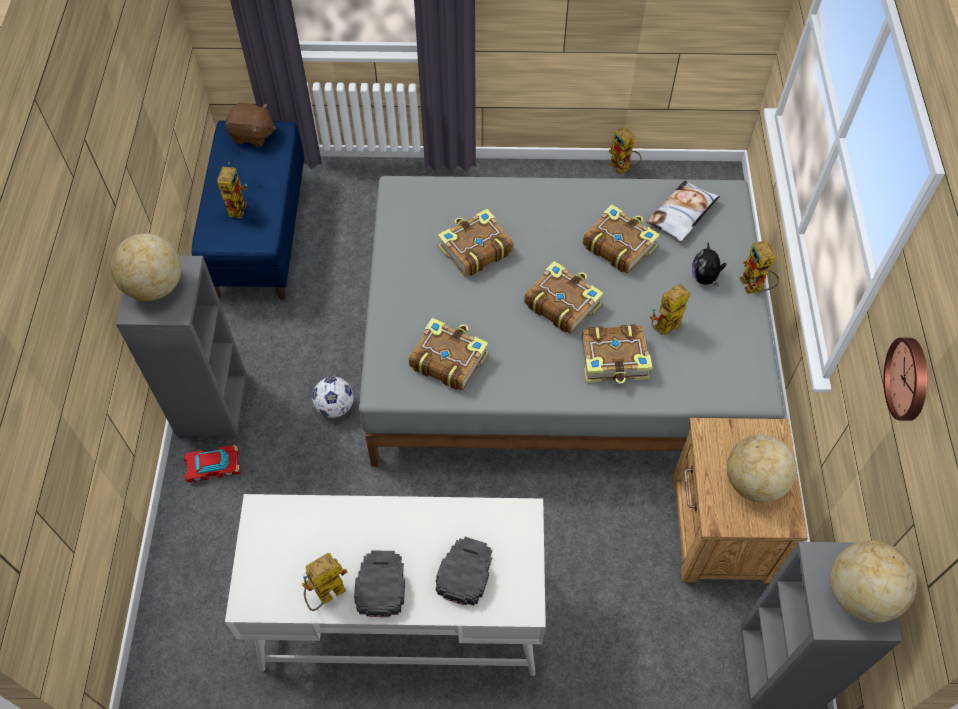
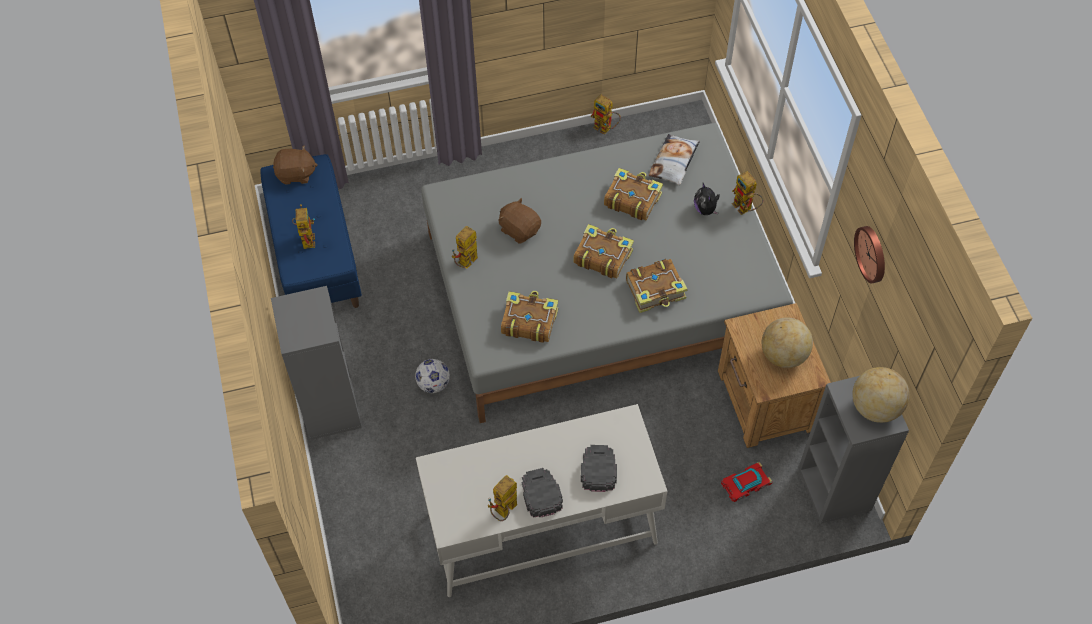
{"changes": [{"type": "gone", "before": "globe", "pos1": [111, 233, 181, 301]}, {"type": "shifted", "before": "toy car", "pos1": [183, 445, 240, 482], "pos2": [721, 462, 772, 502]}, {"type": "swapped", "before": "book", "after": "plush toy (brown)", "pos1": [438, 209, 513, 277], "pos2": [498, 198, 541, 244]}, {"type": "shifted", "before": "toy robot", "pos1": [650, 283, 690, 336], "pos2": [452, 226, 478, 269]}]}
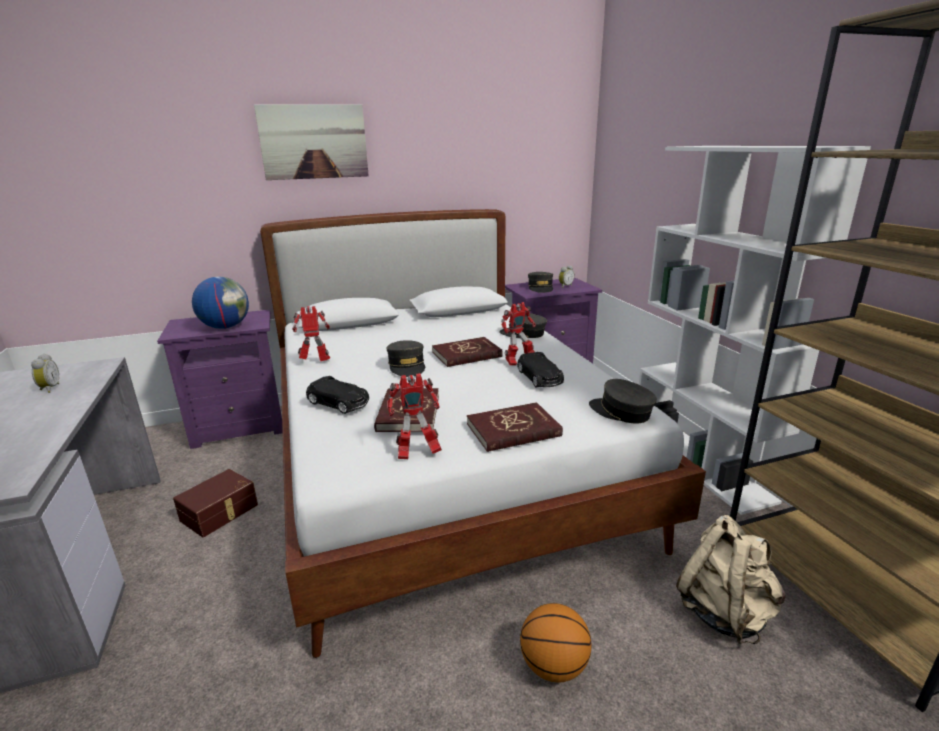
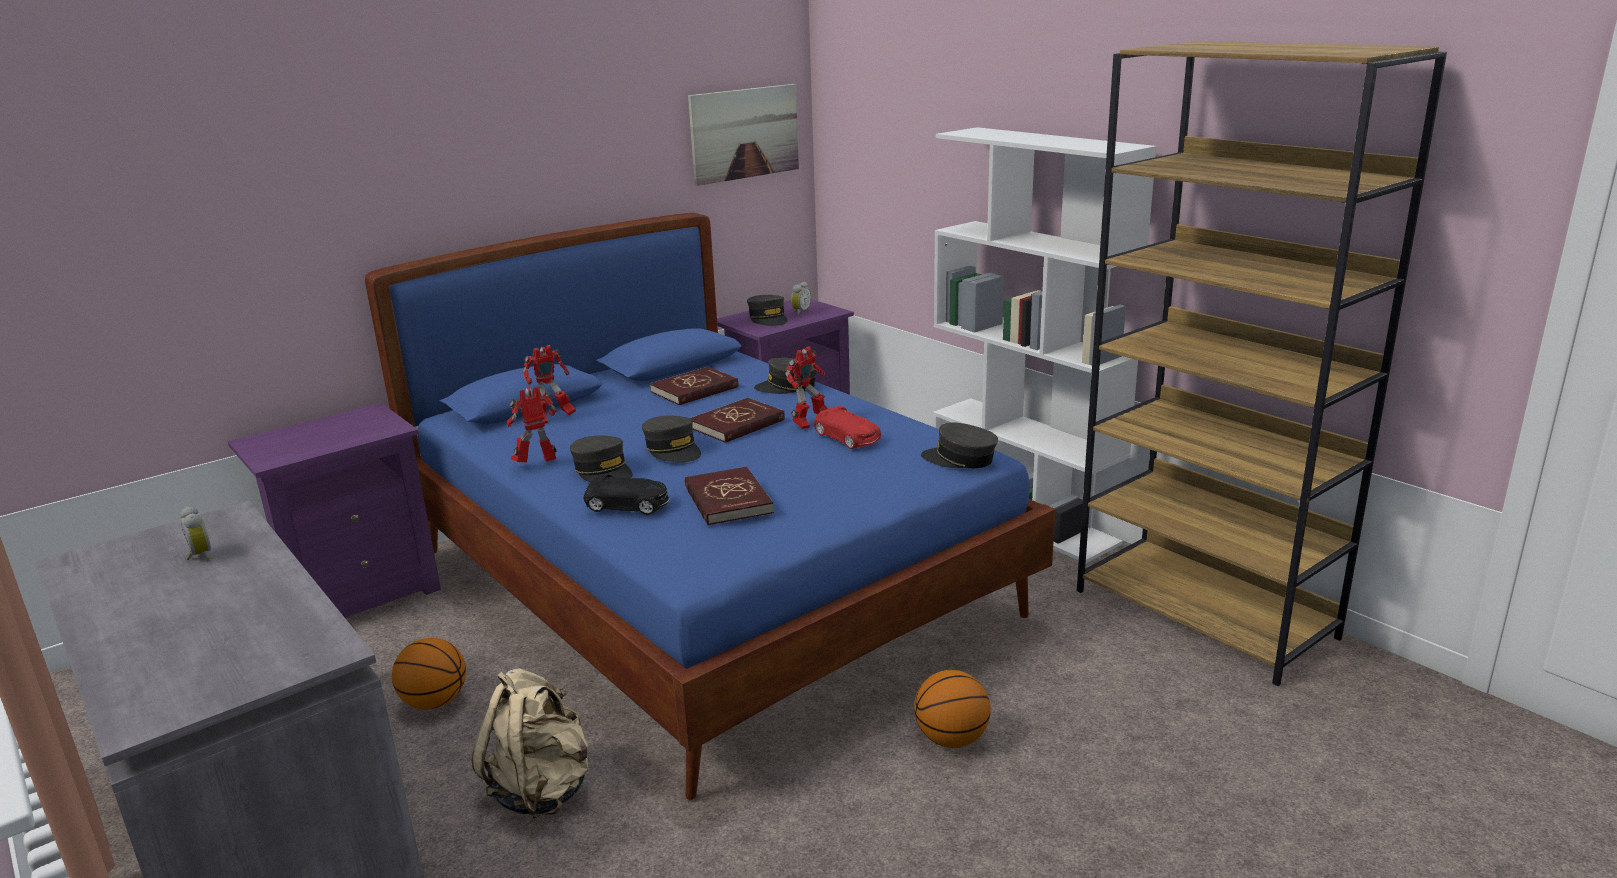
{"changes": [{"type": "swapped", "before": "storage box (brown)", "after": "basketball", "pos1": [173, 469, 258, 537], "pos2": [392, 638, 466, 709]}, {"type": "gone", "before": "globe", "pos1": [192, 277, 249, 329]}, {"type": "shifted", "before": "picture", "pos1": [254, 104, 369, 180], "pos2": [688, 84, 799, 186]}, {"type": "repainted", "before": "bed (white)", "after": "bed (blue)", "pos1": [260, 209, 706, 658], "pos2": [365, 213, 1055, 800]}, {"type": "shifted", "before": "toy robot", "pos1": [387, 373, 442, 459], "pos2": [523, 345, 576, 423]}, {"type": "shifted", "before": "book (red)", "pos1": [467, 402, 563, 452], "pos2": [650, 367, 738, 405]}, {"type": "repainted", "before": "toy car (black)", "after": "toy car (red)", "pos1": [517, 352, 564, 388], "pos2": [814, 406, 881, 449]}, {"type": "shifted", "before": "backpack (beige)", "pos1": [676, 515, 786, 644], "pos2": [472, 668, 588, 819]}, {"type": "new", "after": "cap (grey)", "pos2": [570, 436, 633, 482]}]}
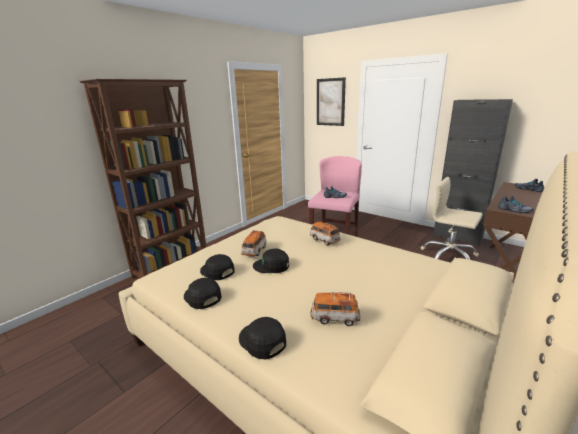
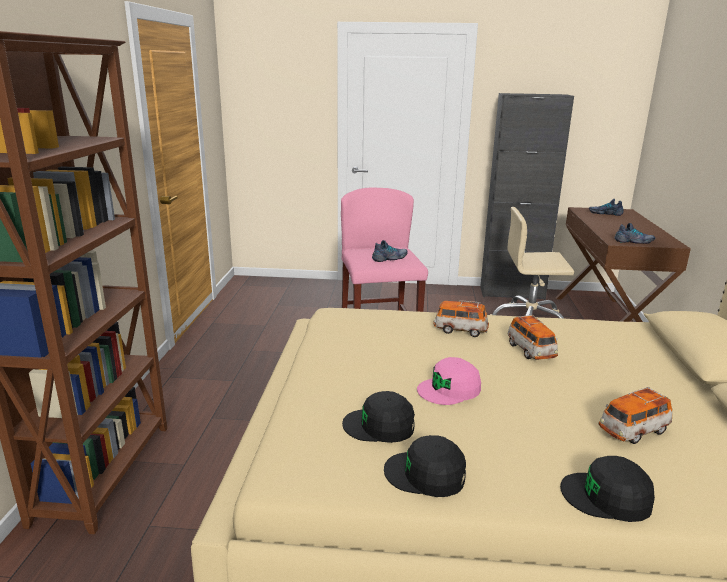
{"changes": [{"type": "shifted", "before": "toy car", "pos1": [241, 230, 267, 257], "pos2": [507, 314, 558, 360]}, {"type": "repainted", "before": "cap (black)", "after": "cap (pink)", "pos1": [253, 248, 289, 273], "pos2": [417, 357, 481, 405]}, {"type": "gone", "before": "picture", "pos1": [317, 77, 346, 126]}]}
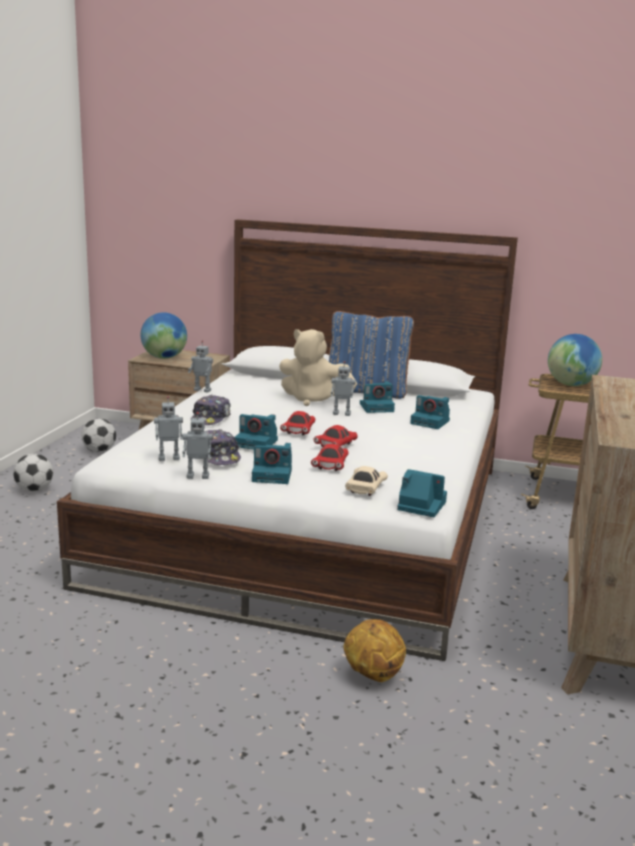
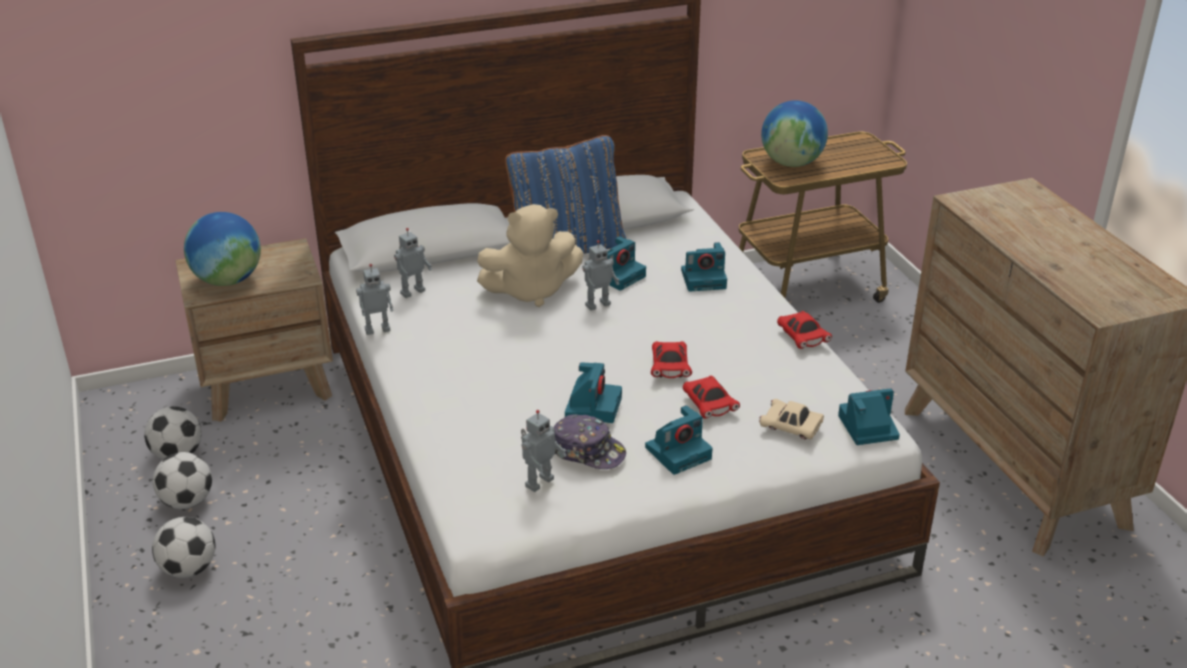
{"changes": [{"type": "shifted", "before": "toy robot", "pos1": [183, 412, 213, 479], "pos2": [394, 228, 432, 298]}, {"type": "gone", "before": "cap", "pos1": [191, 395, 231, 425]}, {"type": "rotated", "before": "photo camera", "pos1": [235, 414, 278, 450], "pos2": [565, 362, 622, 423], "turn": -60}, {"type": "shifted", "before": "toy car (red)", "pos1": [280, 411, 315, 436], "pos2": [777, 311, 832, 349]}, {"type": "gone", "before": "basketball", "pos1": [343, 619, 406, 682]}, {"type": "rotated", "before": "toy car (beige)", "pos1": [345, 466, 388, 496], "pos2": [759, 399, 824, 439], "turn": -45}, {"type": "new", "after": "football", "pos2": [153, 452, 212, 509]}]}
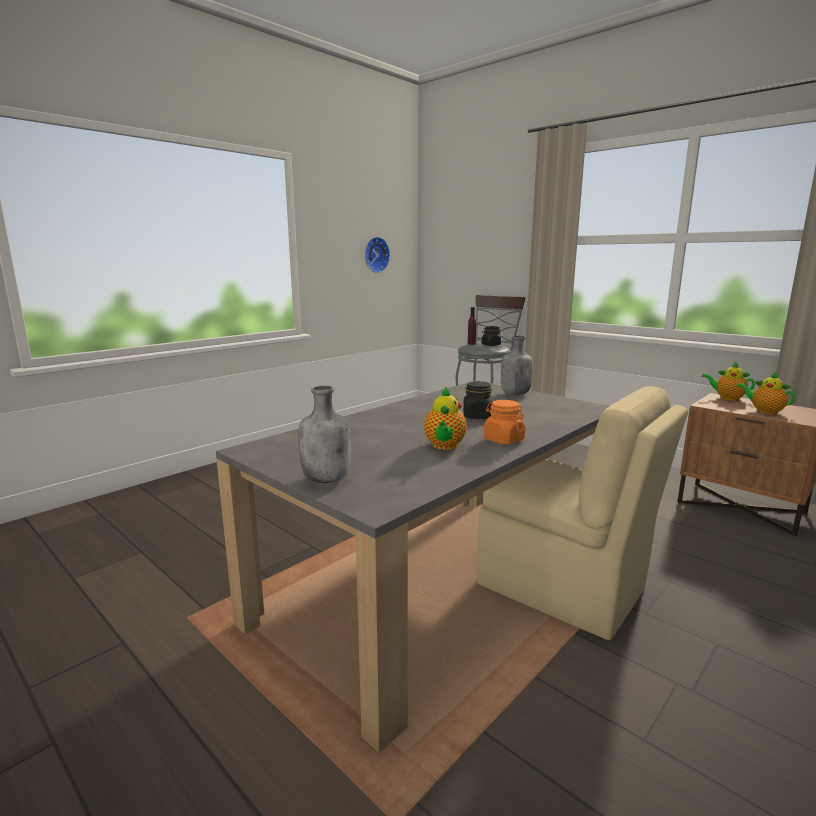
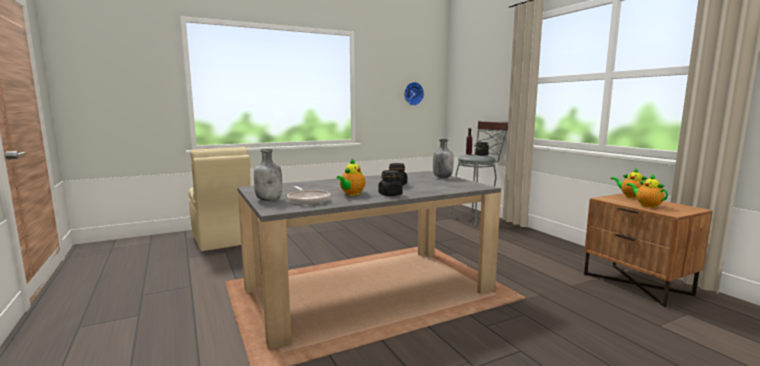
{"changes": [{"type": "shifted", "before": "chair (beige)", "pos1": [477, 386, 688, 640], "pos2": [188, 147, 251, 251]}, {"type": "repainted", "before": "jar (orange)", "after": "jar (black)", "pos1": [484, 400, 525, 445], "pos2": [378, 170, 403, 196]}, {"type": "new", "after": "frying pan", "pos2": [287, 186, 330, 205]}]}
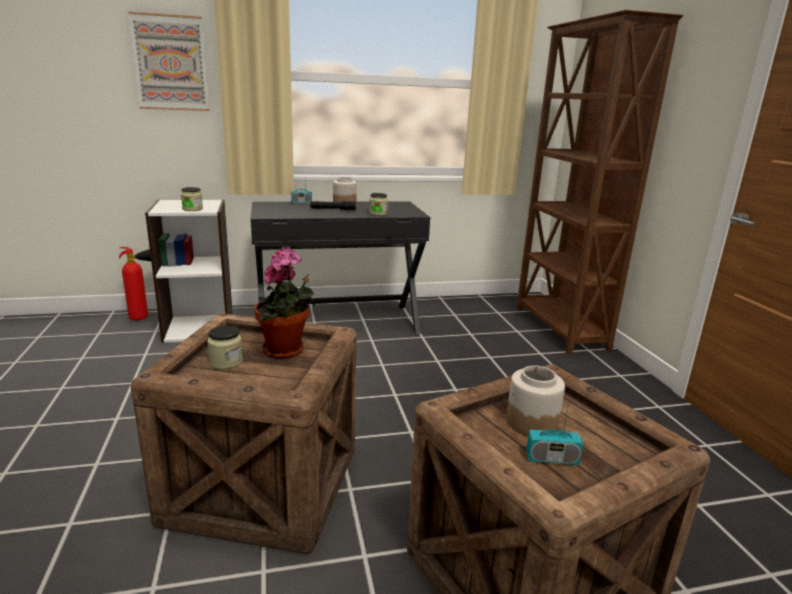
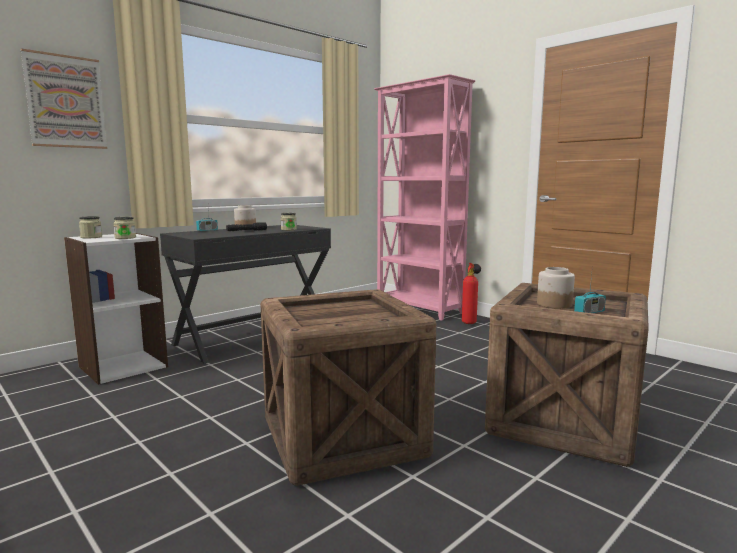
{"changes": [{"type": "shifted", "before": "fire extinguisher", "pos1": [119, 247, 151, 320], "pos2": [462, 263, 481, 324]}, {"type": "shifted", "before": "jar", "pos1": [207, 326, 243, 369], "pos2": [79, 216, 102, 238]}, {"type": "gone", "before": "potted plant", "pos1": [254, 248, 315, 359]}, {"type": "repainted", "before": "bookcase (brown)", "after": "bookcase (pink)", "pos1": [516, 10, 684, 354], "pos2": [374, 74, 476, 321]}]}
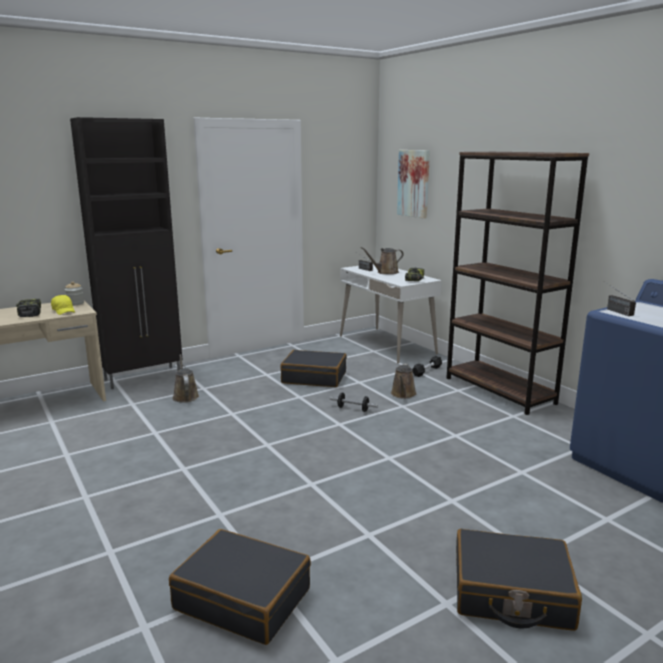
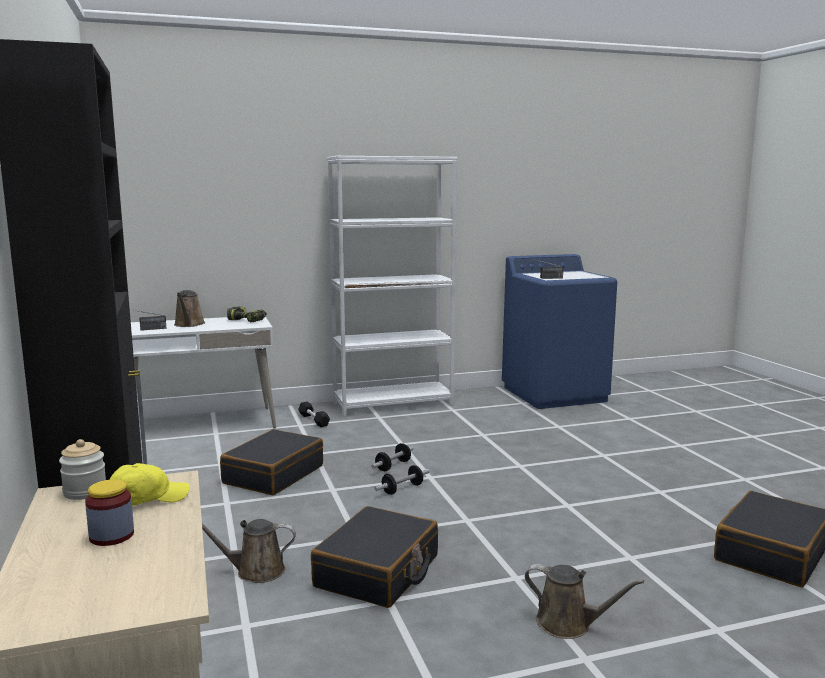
{"changes": [{"type": "swapped", "before": "power drill", "after": "jar", "pos1": [16, 299, 41, 317], "pos2": [85, 479, 134, 546]}, {"type": "shifted", "before": "watering can (brown)", "pos1": [391, 363, 417, 399], "pos2": [525, 564, 644, 639]}, {"type": "gone", "before": "picture", "pos1": [397, 150, 430, 219]}, {"type": "repainted", "before": "bookcase (brown)", "after": "bookcase (white)", "pos1": [446, 152, 589, 415], "pos2": [327, 156, 457, 416]}, {"type": "shifted", "before": "suitcase (black)", "pos1": [456, 529, 582, 631], "pos2": [311, 506, 438, 608]}, {"type": "new", "after": "dumbbell", "pos2": [374, 465, 429, 495]}]}
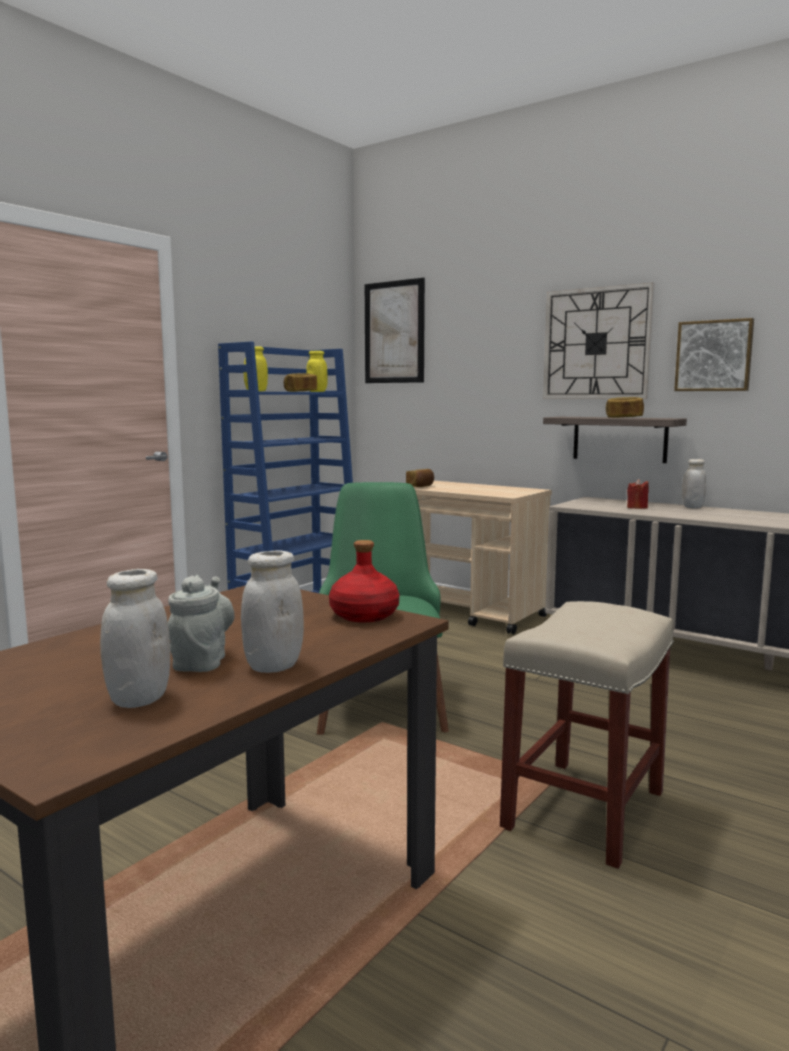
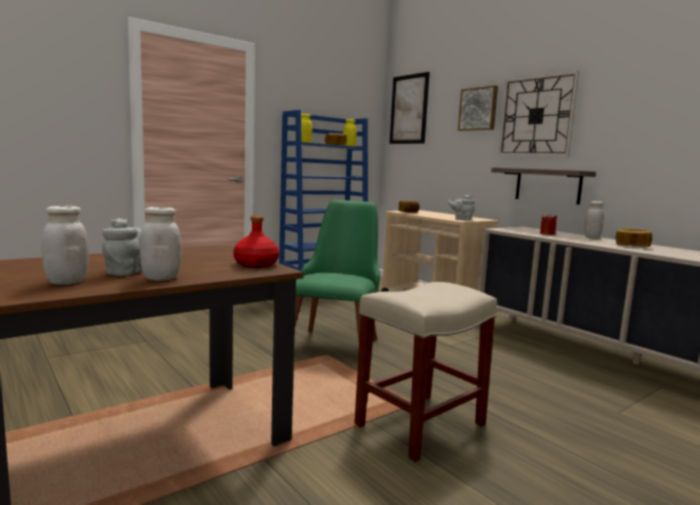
{"changes": [{"type": "shifted", "before": "bread", "pos1": [606, 397, 644, 418], "pos2": [616, 228, 652, 247]}, {"type": "shifted", "before": "picture", "pos1": [674, 318, 754, 391], "pos2": [458, 85, 498, 131]}, {"type": "new", "after": "teapot (grey)", "pos2": [448, 195, 475, 221]}]}
